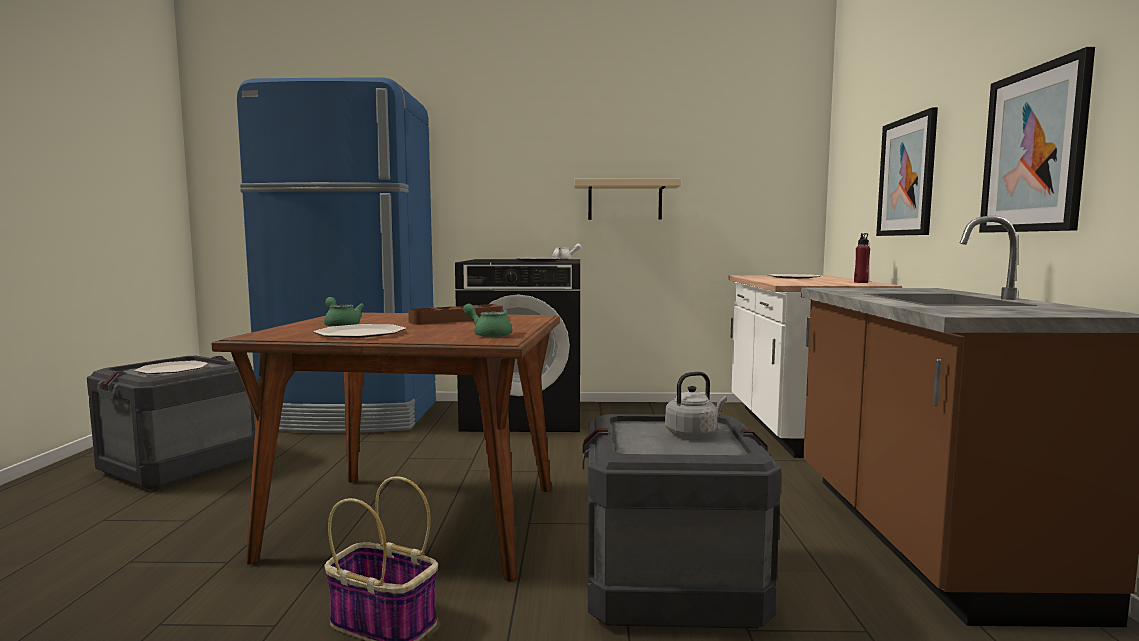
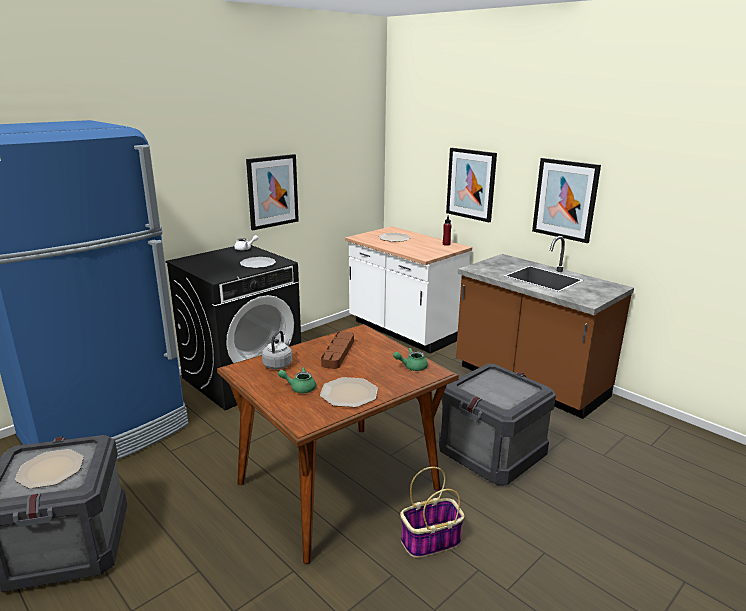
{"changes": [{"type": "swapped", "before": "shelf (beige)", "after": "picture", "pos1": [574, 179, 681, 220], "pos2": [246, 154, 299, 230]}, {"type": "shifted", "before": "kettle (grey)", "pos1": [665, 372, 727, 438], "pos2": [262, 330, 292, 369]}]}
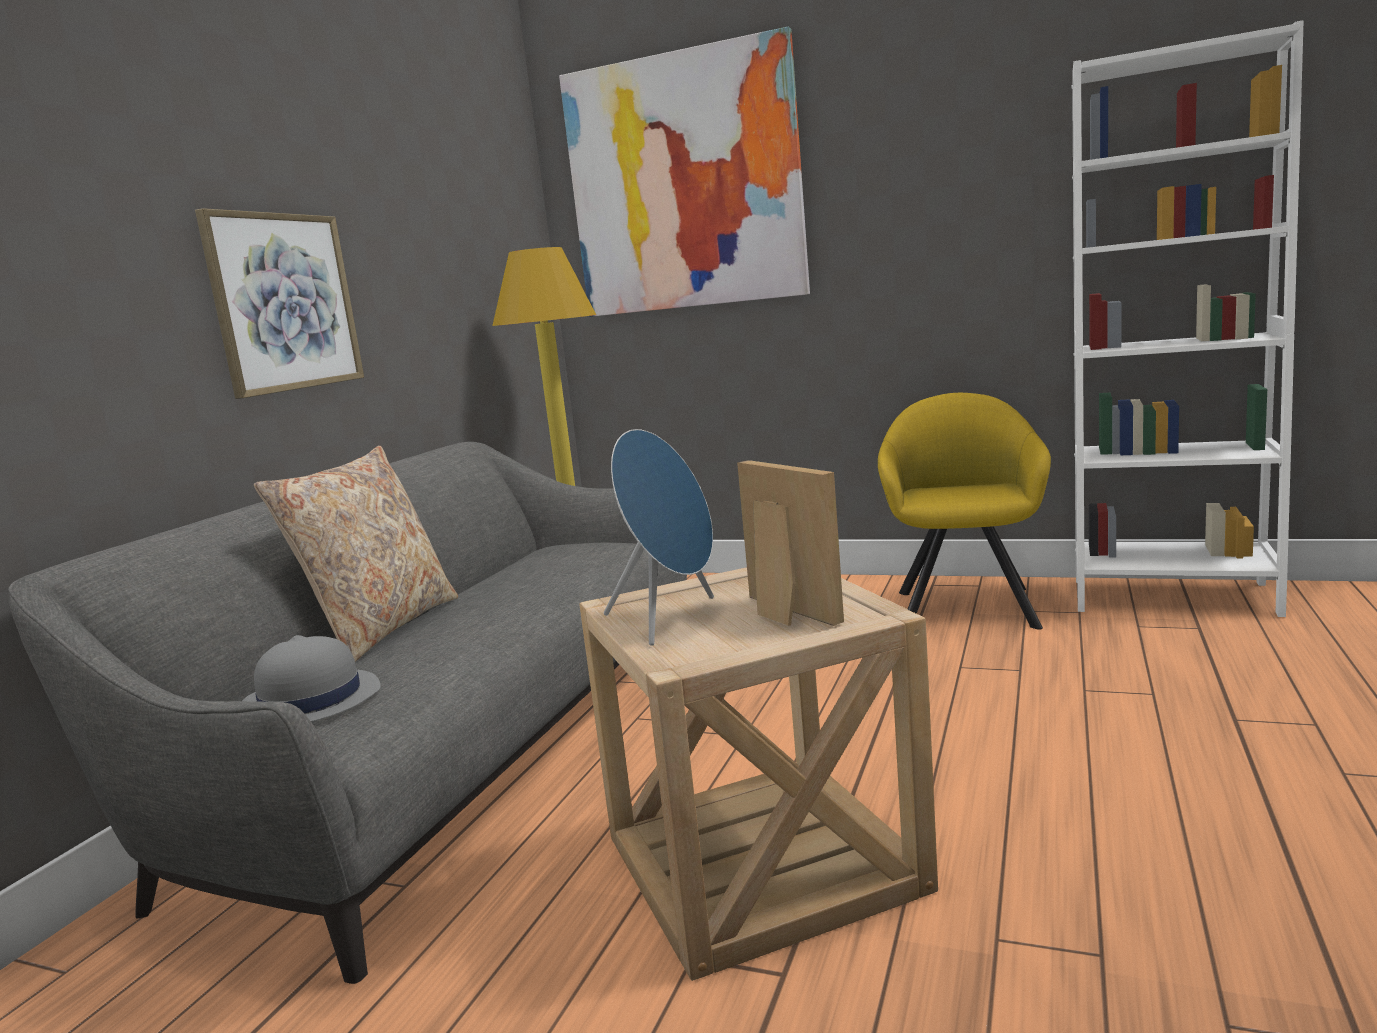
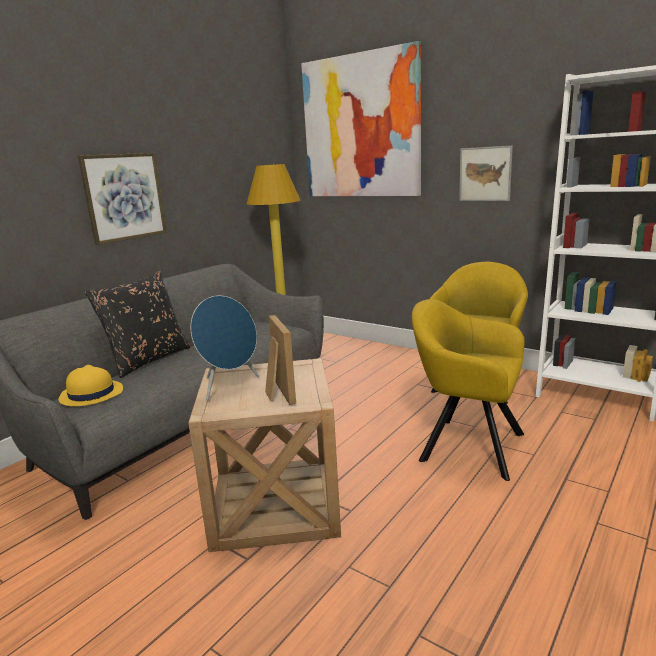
{"changes": [{"type": "repainted", "before": "hat (grey)", "after": "hat (yellow)", "pos1": [242, 635, 381, 722], "pos2": [59, 365, 123, 406]}, {"type": "repainted", "before": "pillow (beige)", "after": "pillow (black)", "pos1": [254, 446, 458, 662], "pos2": [84, 271, 191, 378]}, {"type": "new", "after": "armchair (yellow)", "pos2": [412, 299, 525, 481]}, {"type": "new", "after": "picture", "pos2": [459, 145, 513, 201]}]}
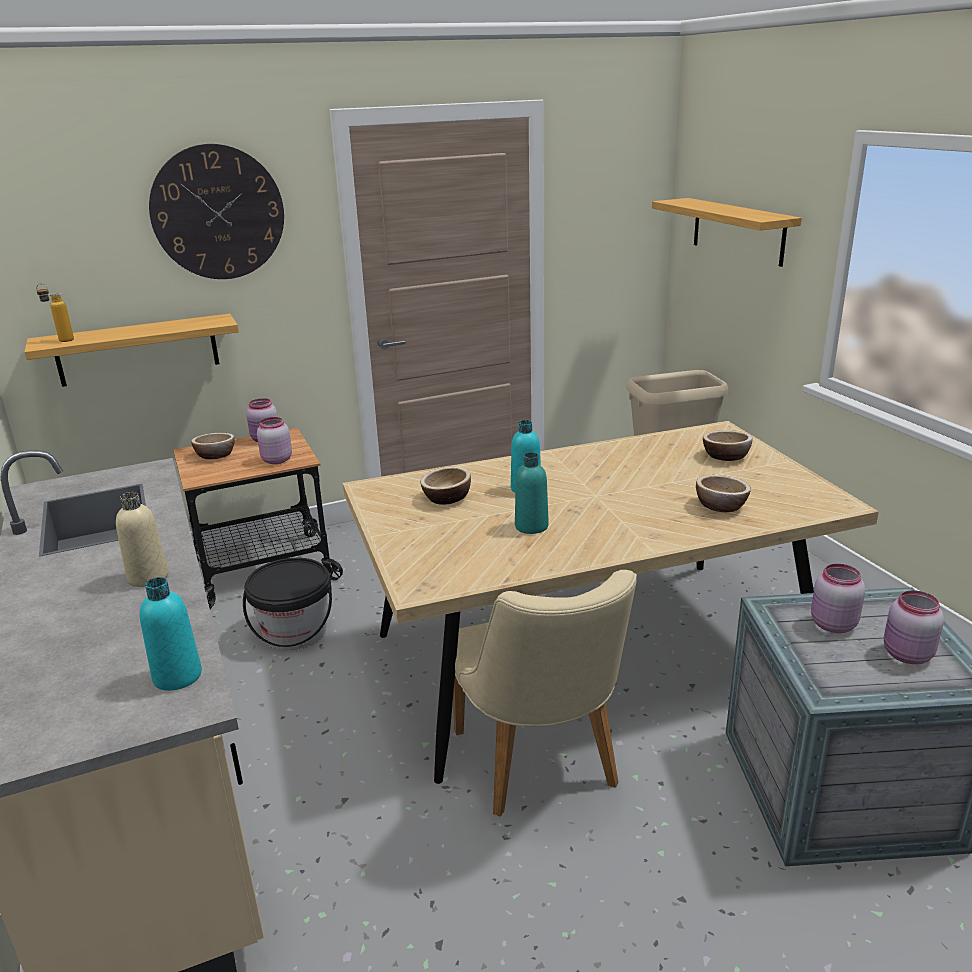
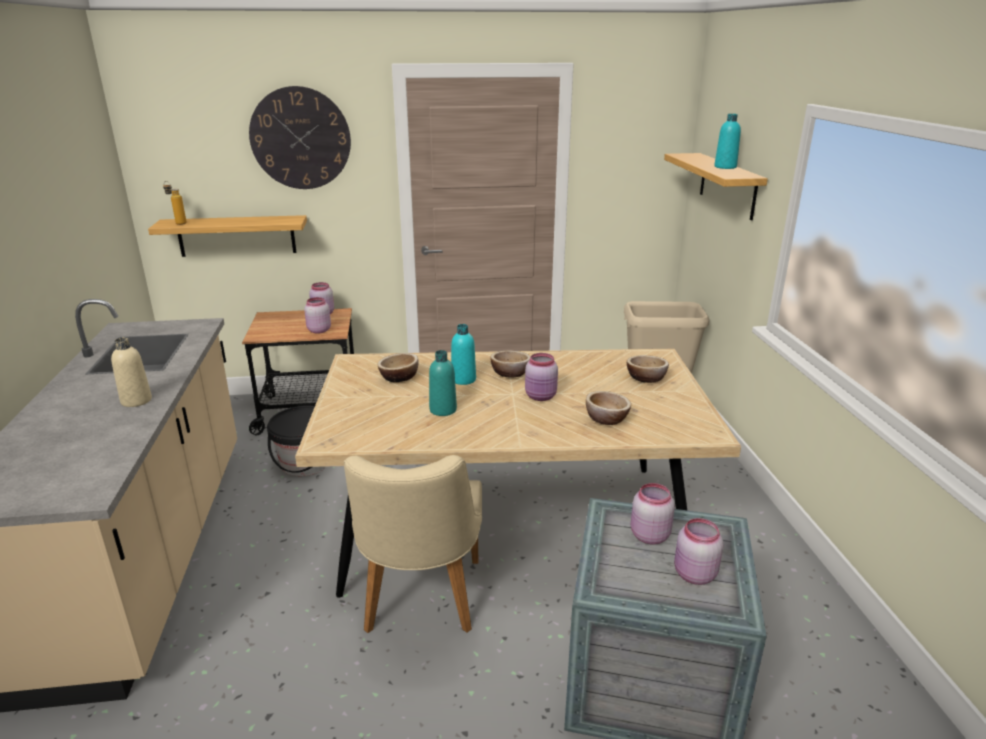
{"changes": [{"type": "shifted", "before": "bottle (turquoise)", "pos1": [140, 577, 202, 691], "pos2": [714, 114, 741, 169]}, {"type": "shifted", "before": "bowl", "pos1": [191, 433, 235, 459], "pos2": [490, 351, 530, 377]}, {"type": "new", "after": "jar (pink)", "pos2": [525, 353, 558, 401]}]}
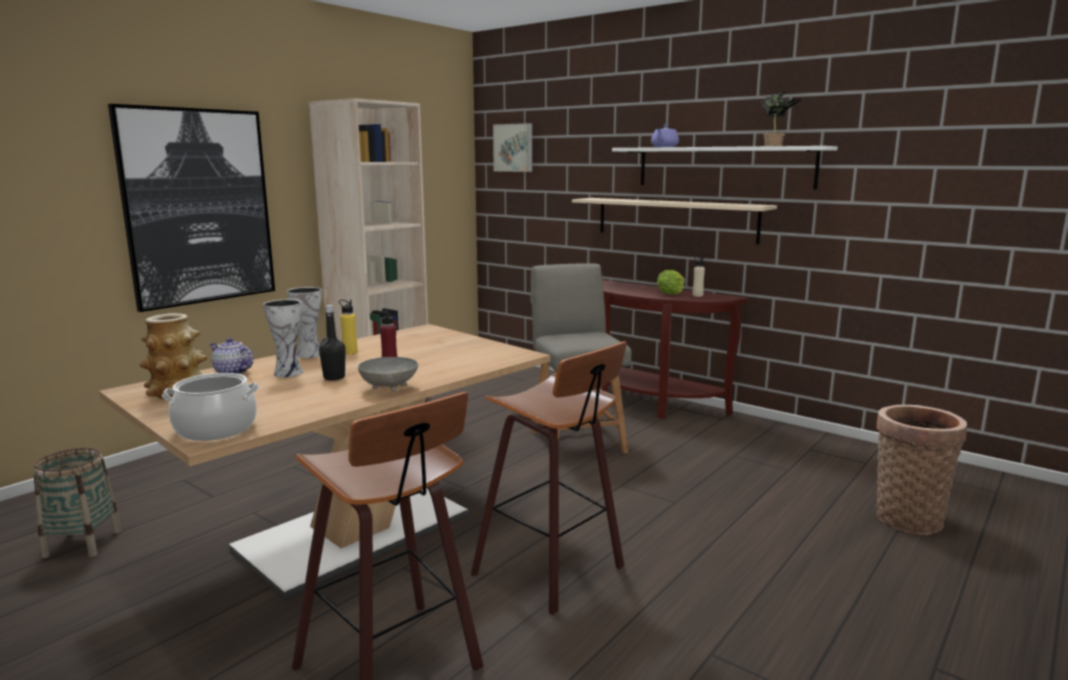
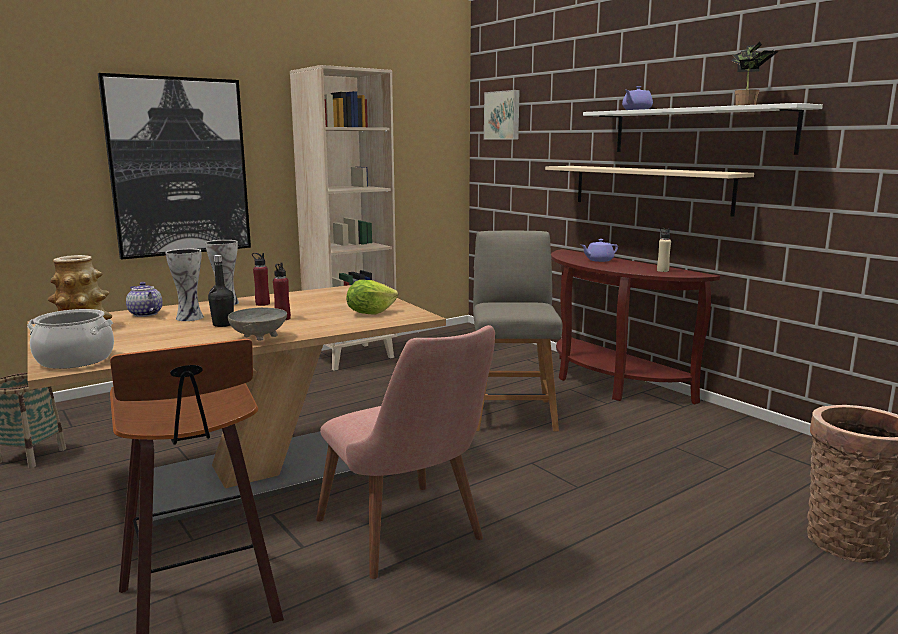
{"changes": [{"type": "repainted", "before": "bottle (yellow)", "after": "bottle (red)", "pos1": [339, 299, 358, 355], "pos2": [252, 253, 270, 306]}, {"type": "swapped", "before": "stool", "after": "chair (pink)", "pos1": [471, 341, 627, 615], "pos2": [316, 325, 495, 579]}, {"type": "shifted", "before": "lettuce", "pos1": [657, 270, 685, 294], "pos2": [346, 280, 398, 315]}, {"type": "new", "after": "teapot (purple)", "pos2": [581, 239, 618, 262]}]}
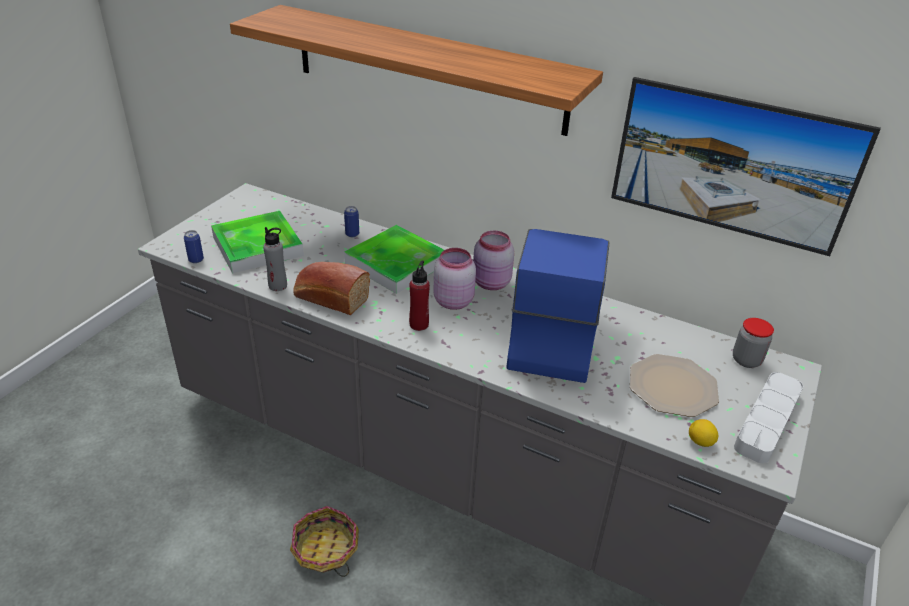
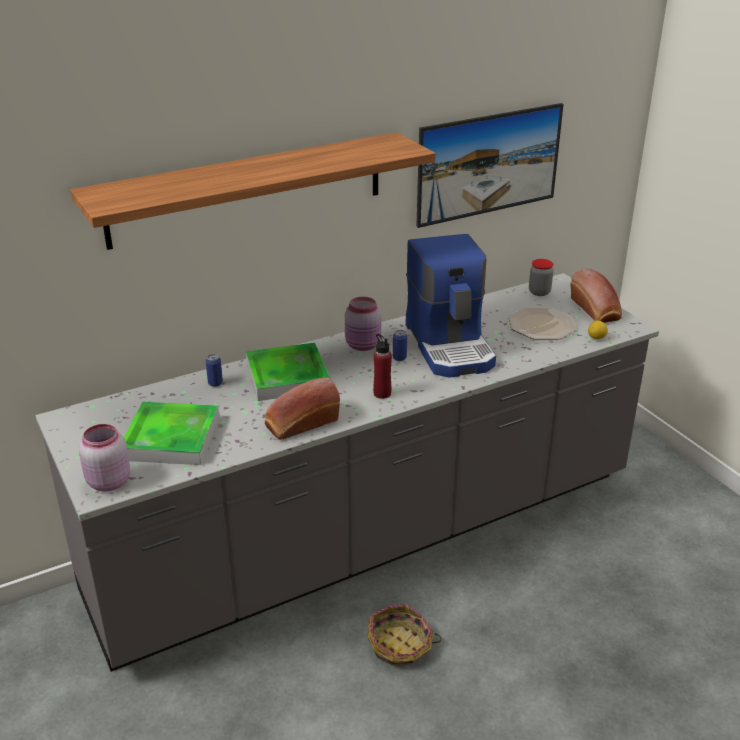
{"changes": [{"type": "shifted", "before": "can", "pos1": [184, 230, 204, 263], "pos2": [393, 330, 407, 361]}, {"type": "gone", "before": "bottle (grey)", "pos1": [263, 227, 287, 291]}, {"type": "shifted", "before": "jar (pink)", "pos1": [434, 248, 476, 310], "pos2": [79, 424, 130, 491]}, {"type": "rotated", "before": "coffee machine", "pos1": [506, 229, 610, 383], "pos2": [406, 234, 496, 378], "turn": -150}, {"type": "swapped", "before": "tray (grey)", "after": "bread", "pos1": [734, 372, 803, 463], "pos2": [570, 269, 622, 323]}]}
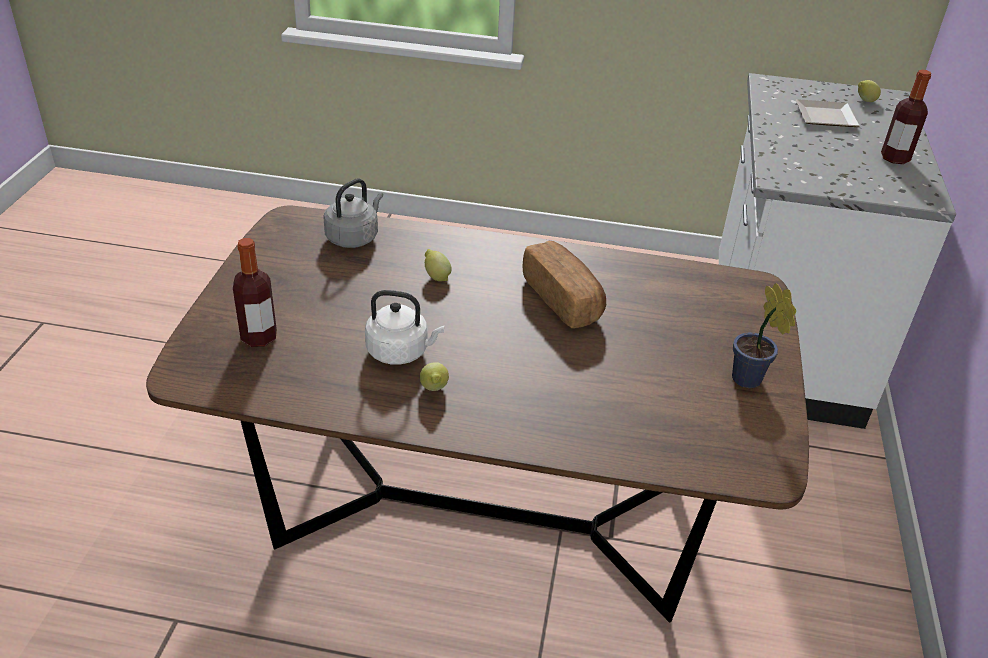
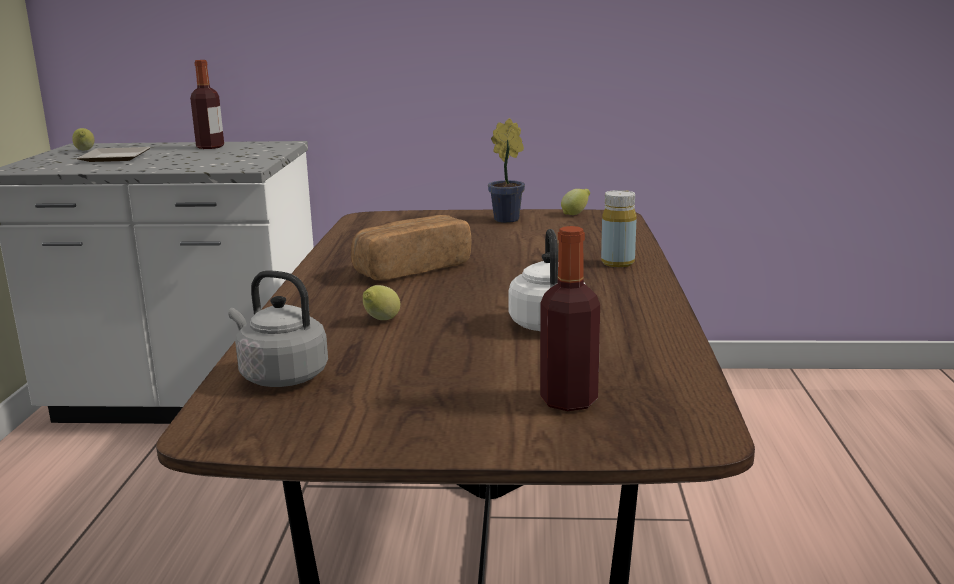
{"changes": [{"type": "shifted", "before": "lemon", "pos1": [420, 362, 449, 391], "pos2": [561, 189, 590, 215]}, {"type": "new", "after": "bottle (yellow)", "pos2": [601, 190, 637, 267]}]}
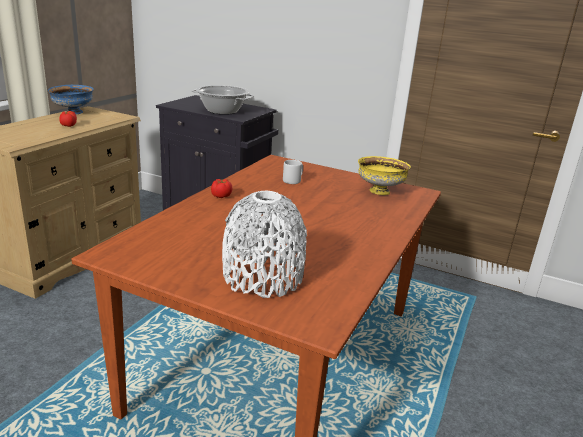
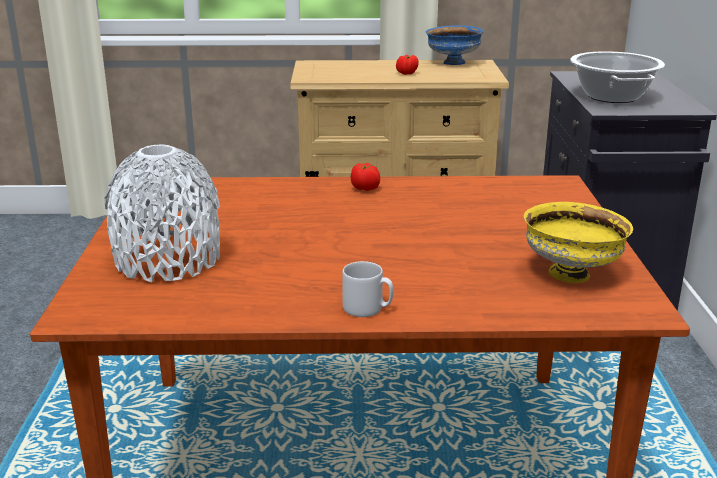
{"changes": [{"type": "shifted", "before": "mug (grey)", "pos1": [283, 160, 303, 184], "pos2": [342, 261, 393, 317]}]}
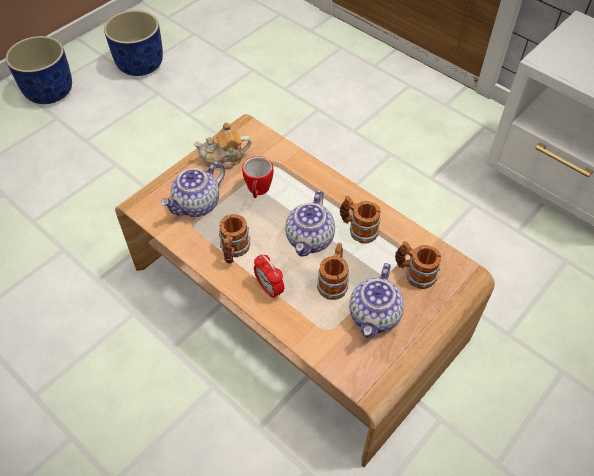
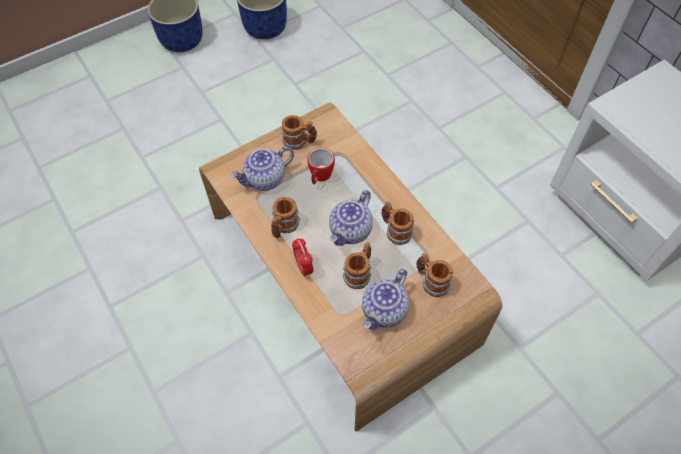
{"changes": [{"type": "swapped", "before": "teapot", "after": "mug", "pos1": [194, 122, 251, 169], "pos2": [281, 115, 317, 150]}]}
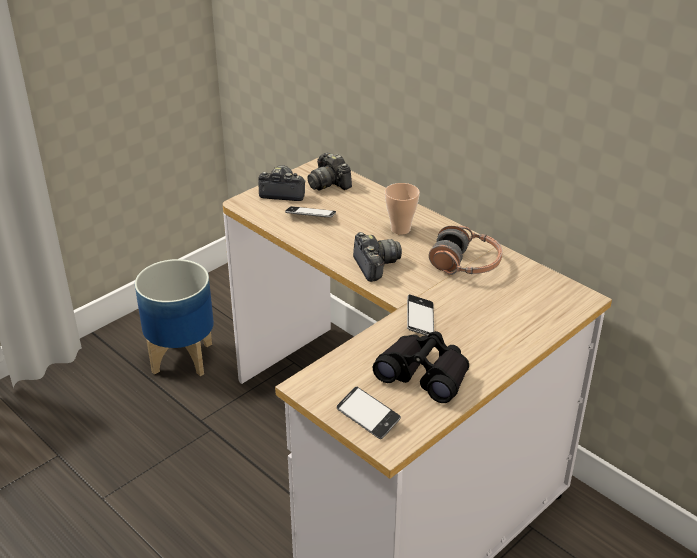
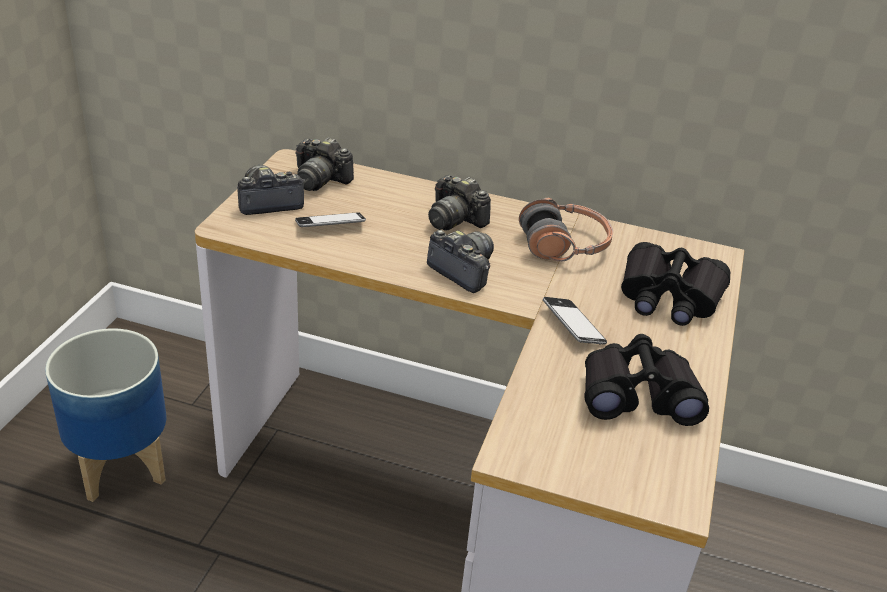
{"changes": [{"type": "gone", "before": "phone", "pos1": [337, 387, 401, 439]}, {"type": "swapped", "before": "cup", "after": "photo camera", "pos1": [385, 183, 420, 235], "pos2": [428, 175, 491, 231]}, {"type": "new", "after": "binoculars (black)", "pos2": [621, 242, 730, 326]}]}
